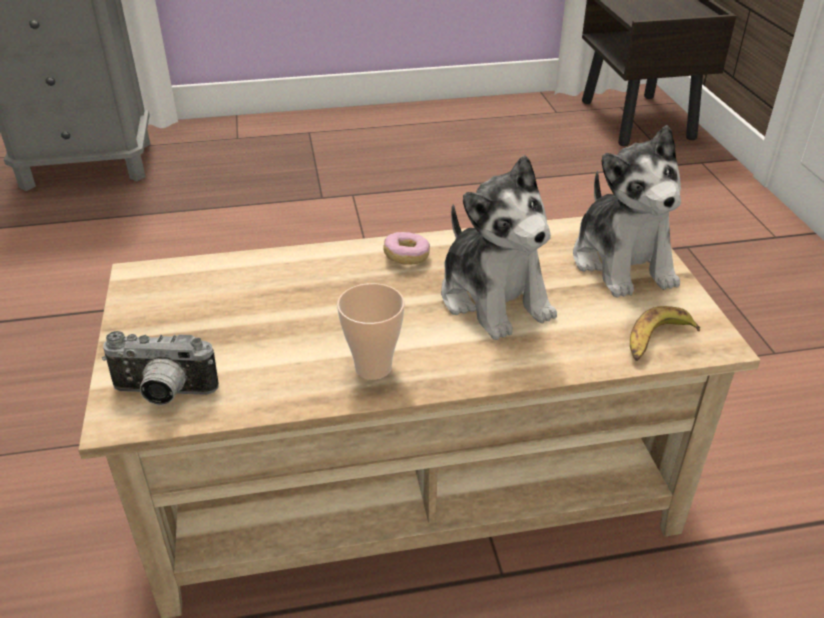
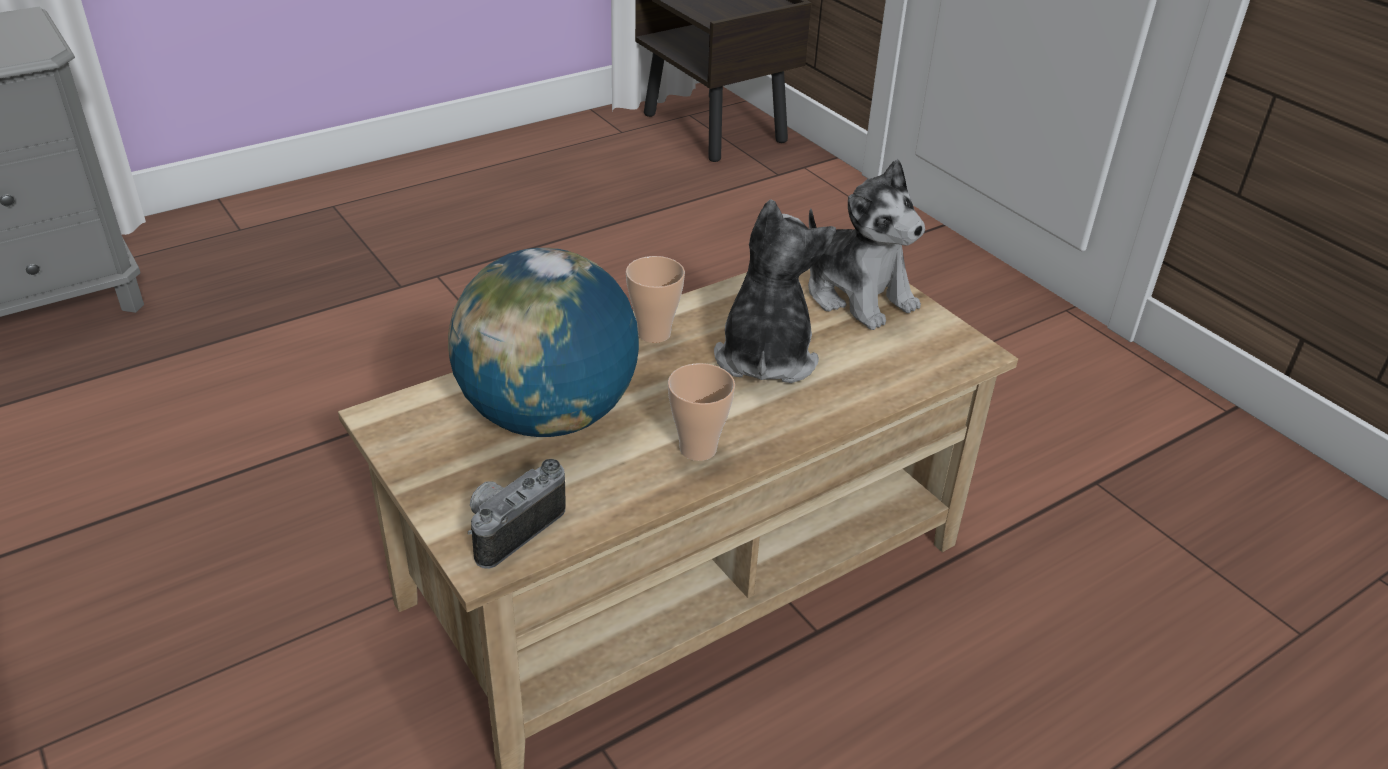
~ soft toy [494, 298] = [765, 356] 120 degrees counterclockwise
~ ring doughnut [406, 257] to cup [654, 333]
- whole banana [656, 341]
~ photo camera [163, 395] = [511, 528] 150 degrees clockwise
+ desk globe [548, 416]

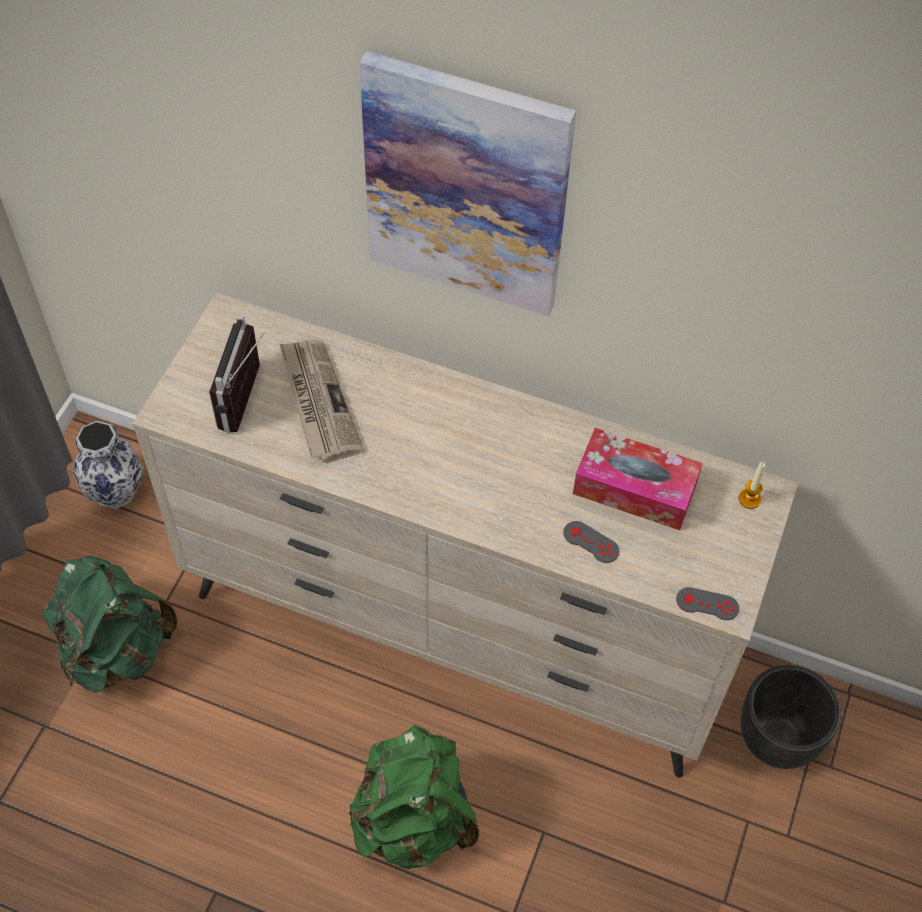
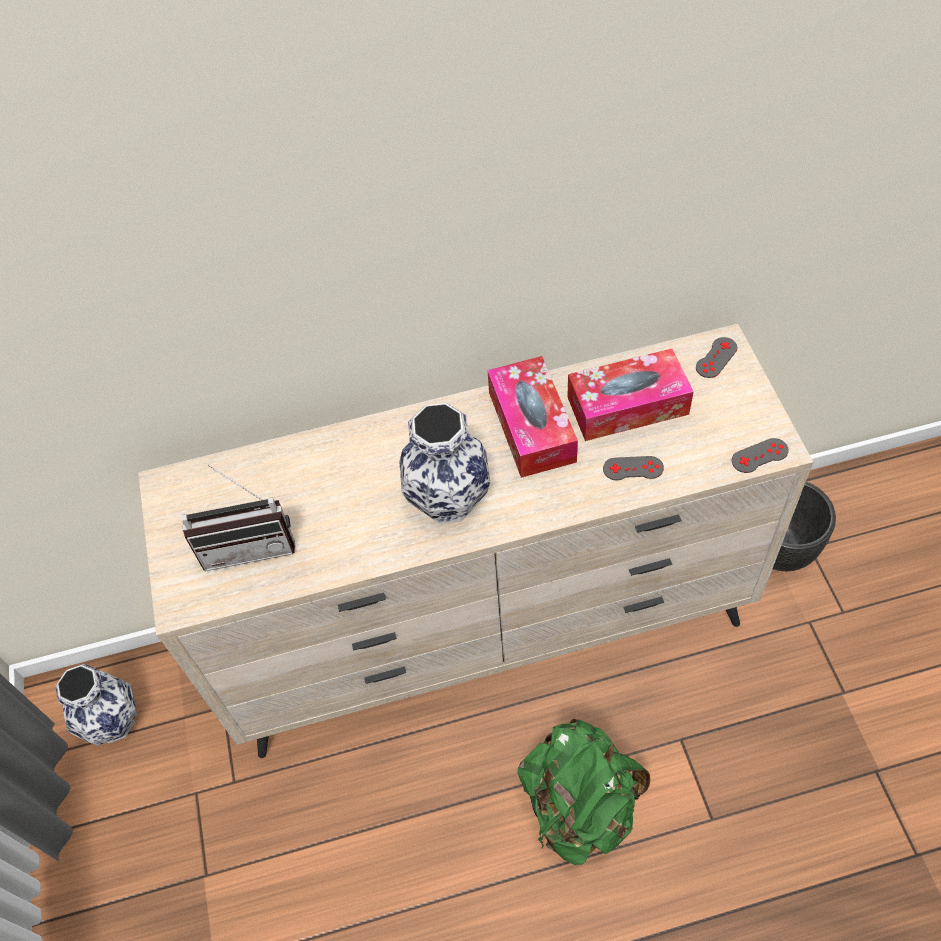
- wall art [466, 186]
~ radio set [249, 400] = [249, 544] 75 degrees counterclockwise
- newspaper [318, 402]
~ wax light [749, 499] to gray joypad [716, 357]
- greenish backpack [116, 649]
+ tissue box [531, 426]
+ vase [448, 498]

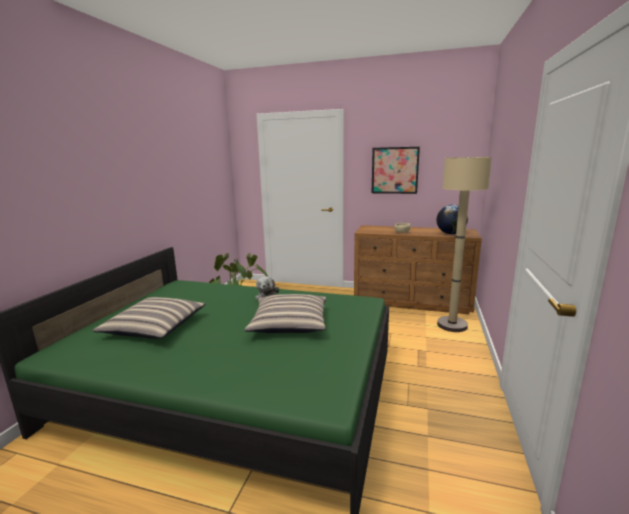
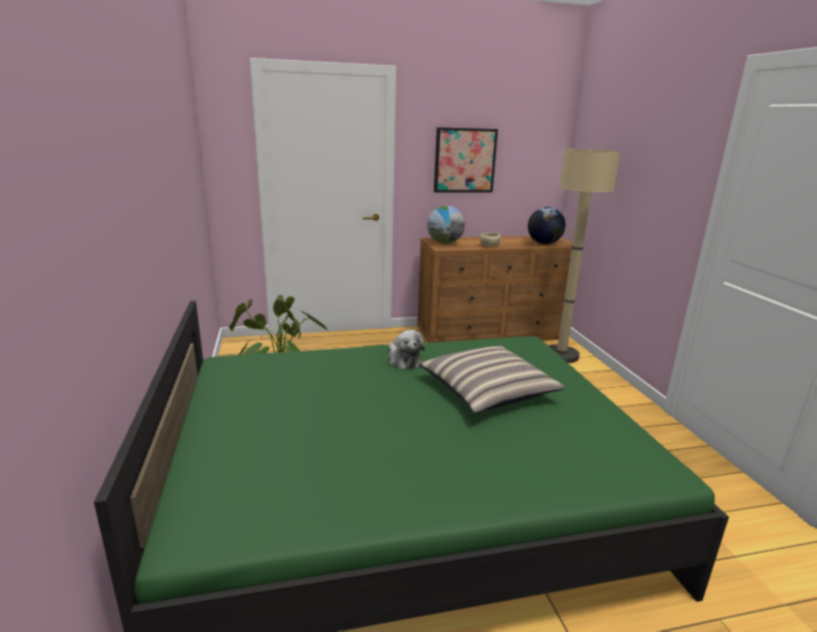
- cushion [155, 327]
+ desk globe [444, 243]

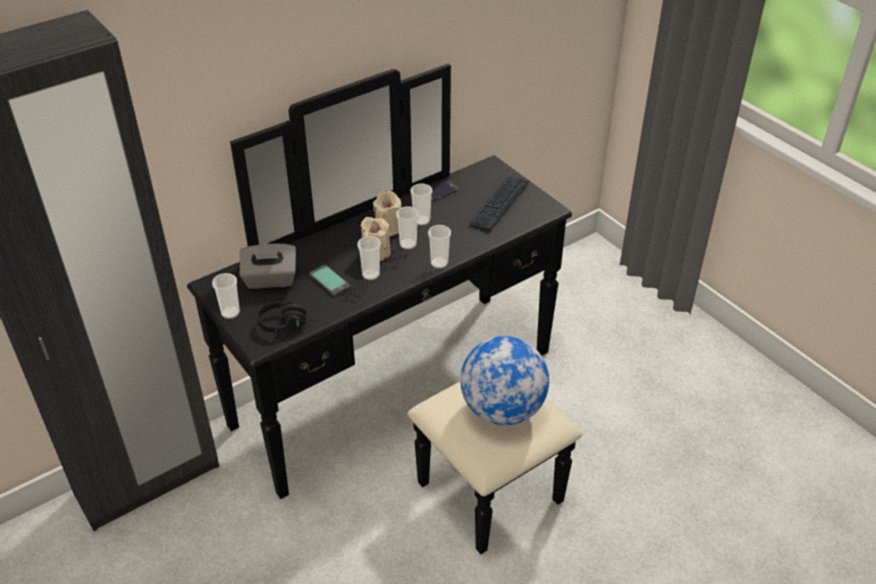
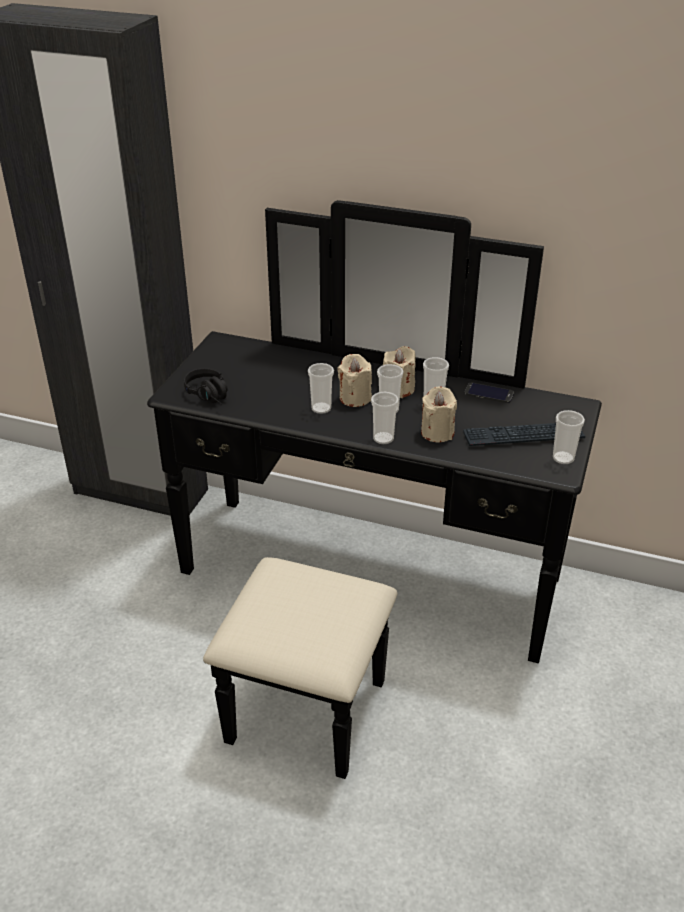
- gray tissue box [270, 280]
- phone [330, 281]
~ cup [230, 312] to [563, 458]
- desk globe [502, 410]
+ beige-coloured wax light [437, 433]

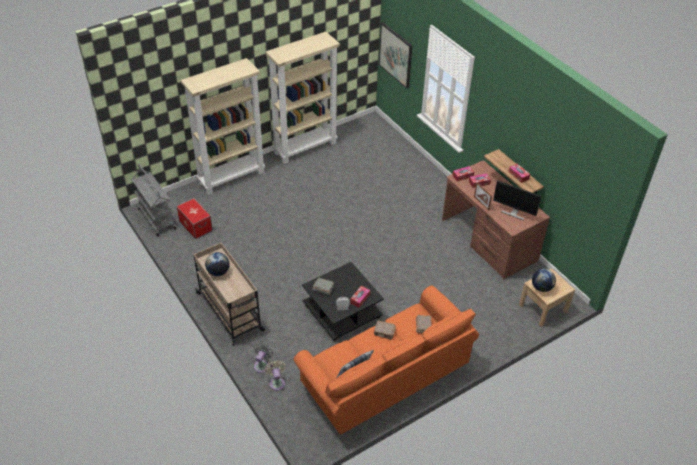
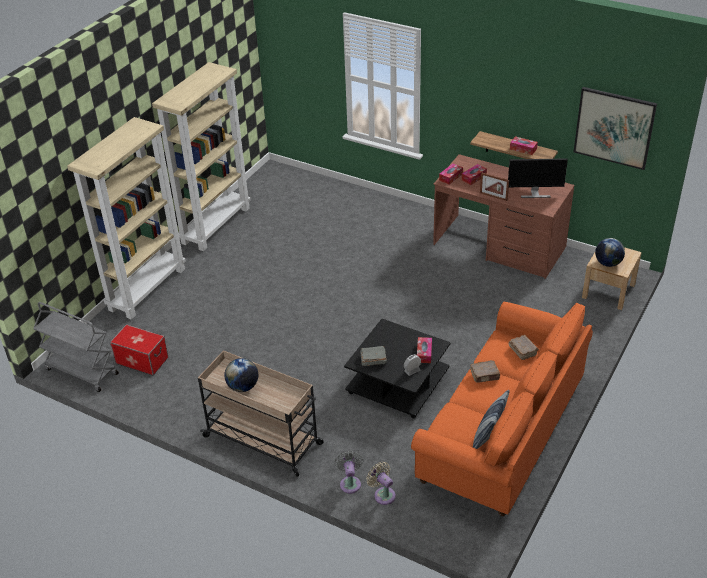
~ wall art [396, 55] to [614, 127]

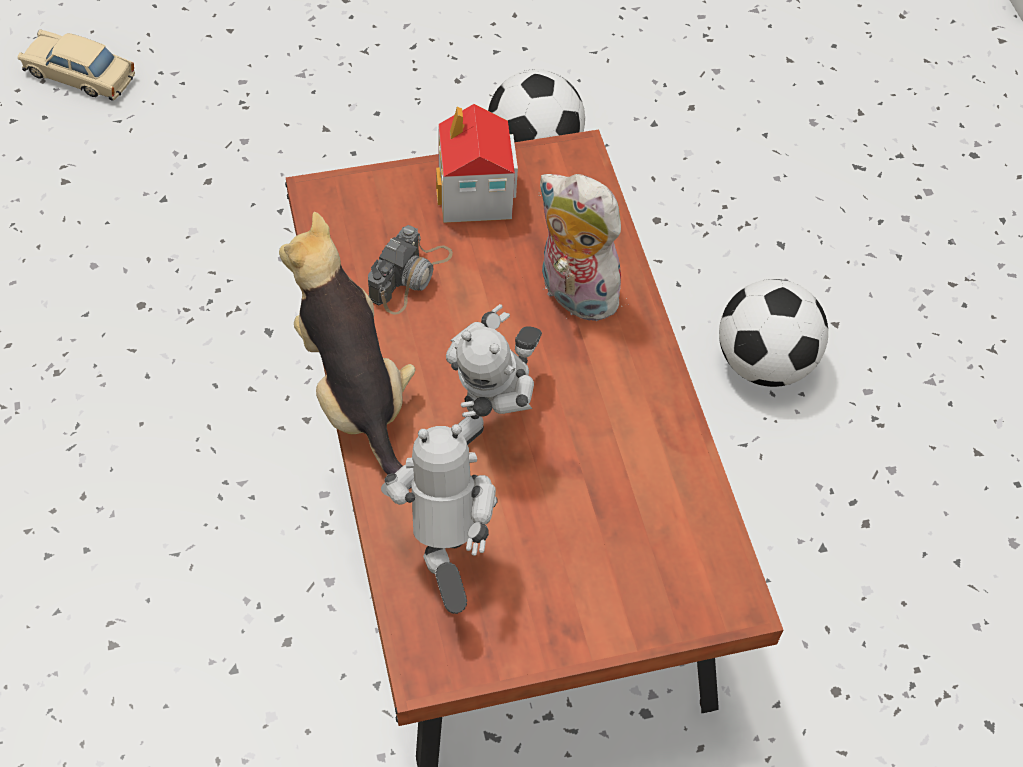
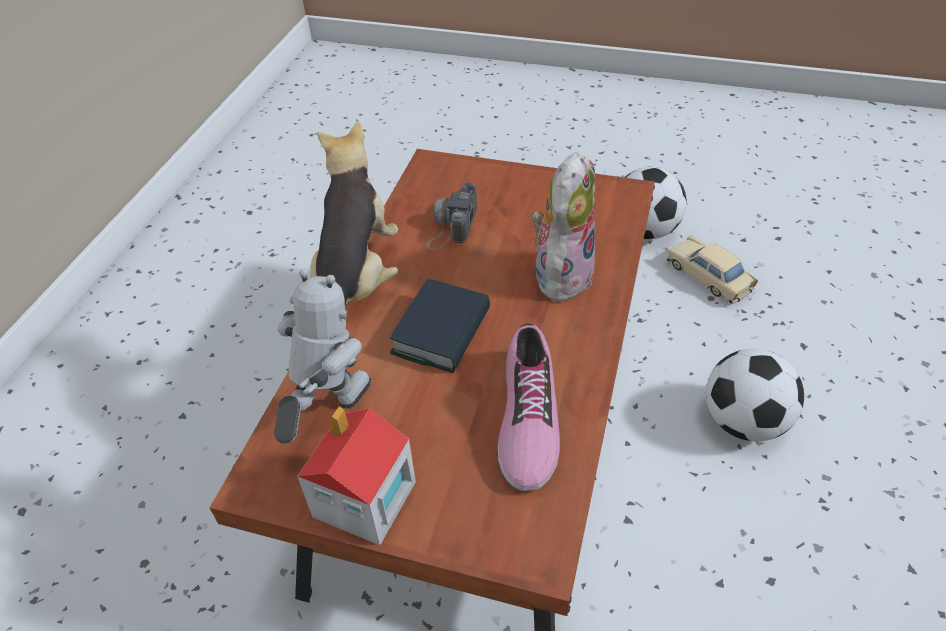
~ beige-coloured toy car [79, 75] to [708, 277]
~ toy house [475, 195] to [364, 500]
~ soft toy [572, 294] = [561, 274] 45 degrees clockwise
~ photo camera [410, 276] = [452, 225] 135 degrees clockwise
~ model robot [494, 418] to book [442, 332]
+ low shoe [526, 418]

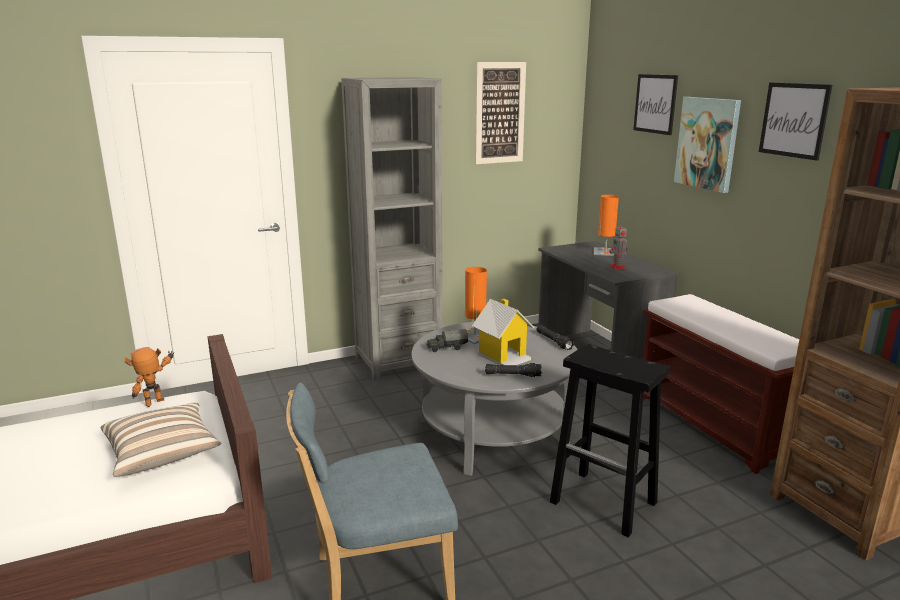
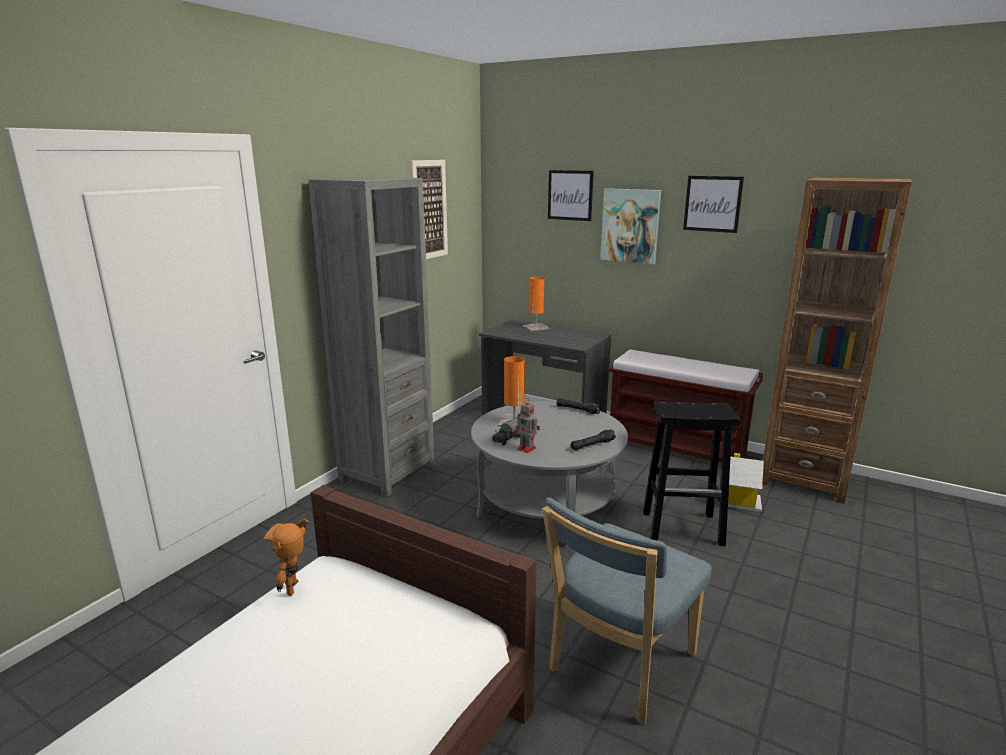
~ model robot [618, 267] to [527, 449]
~ toy house [503, 356] to [739, 501]
- cushion [162, 454]

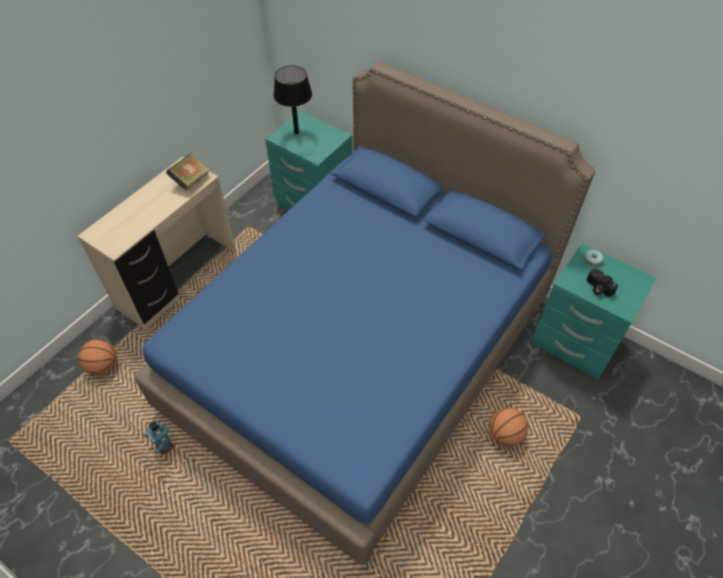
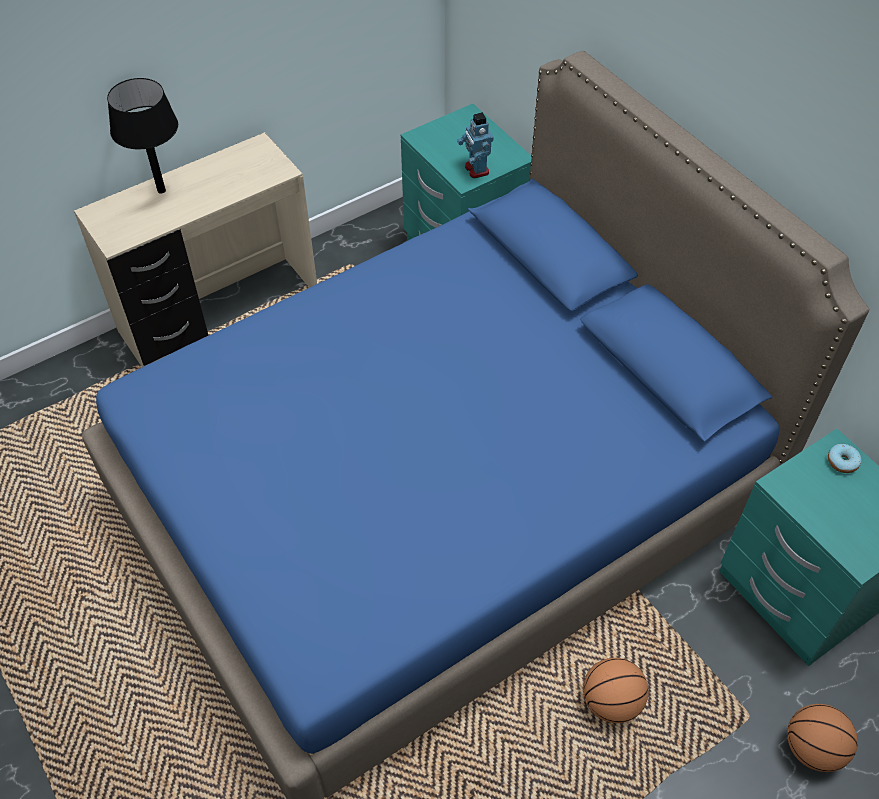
~ black-coloured table lamp [296, 132] to [161, 190]
- book [191, 180]
- photo camera [597, 288]
~ basketball [103, 366] to [812, 748]
~ model robot [164, 446] to [476, 170]

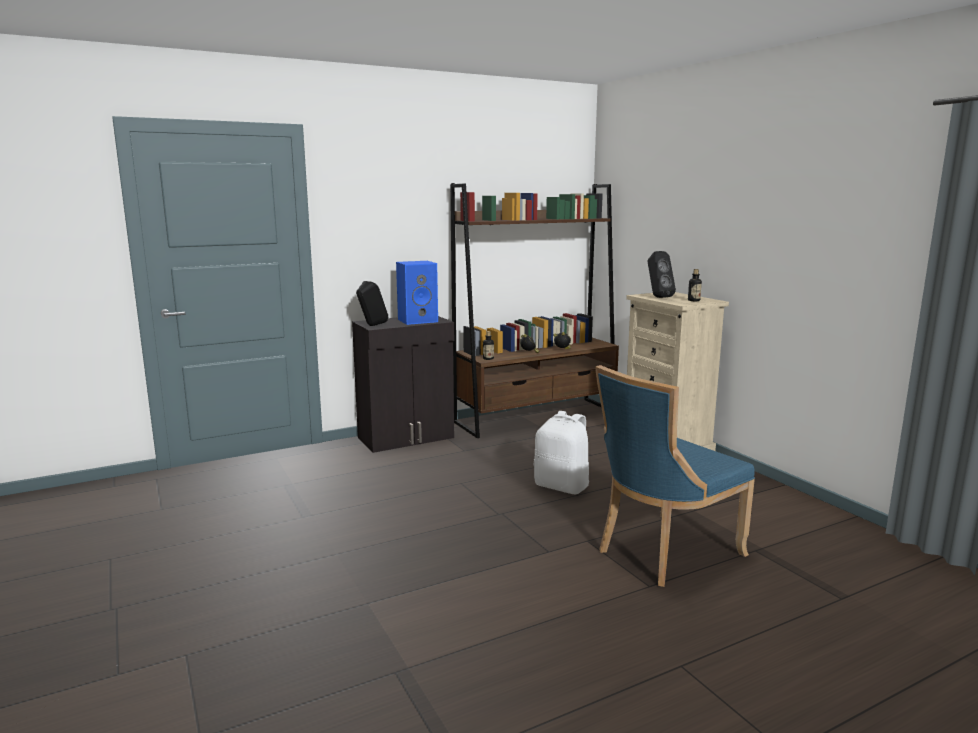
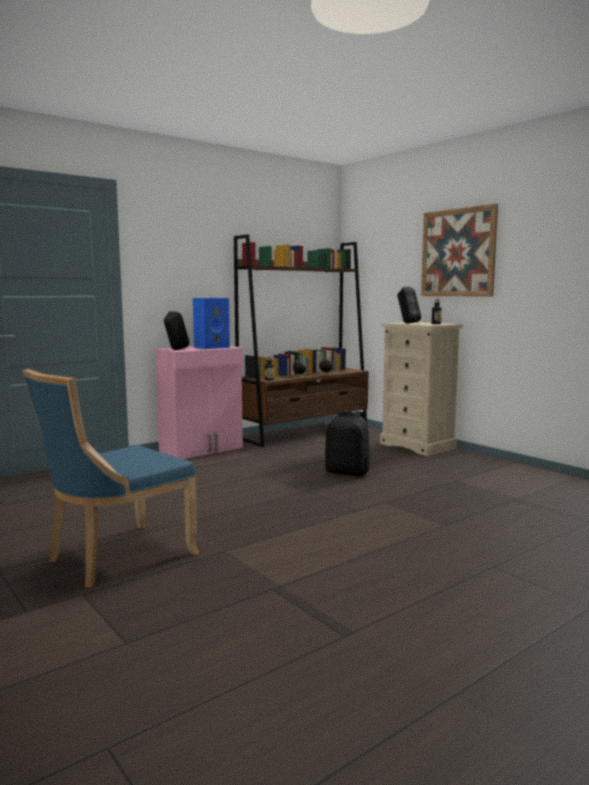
~ black-coloured storage cabinet [407, 438] to pinkish storage cabinet [202, 449]
~ bluish upright chair [663, 552] to [116, 557]
~ white backpack [562, 486] to black-coloured backpack [348, 472]
+ wall art [458, 253]

